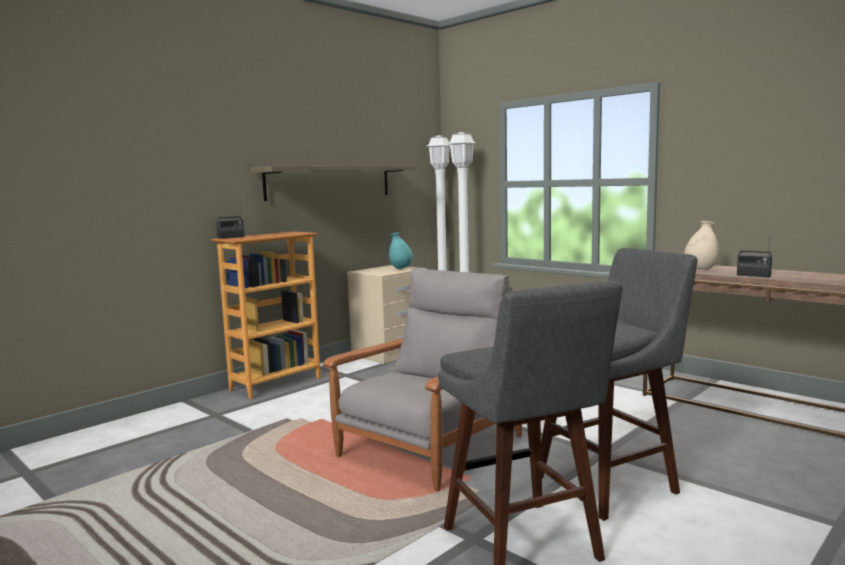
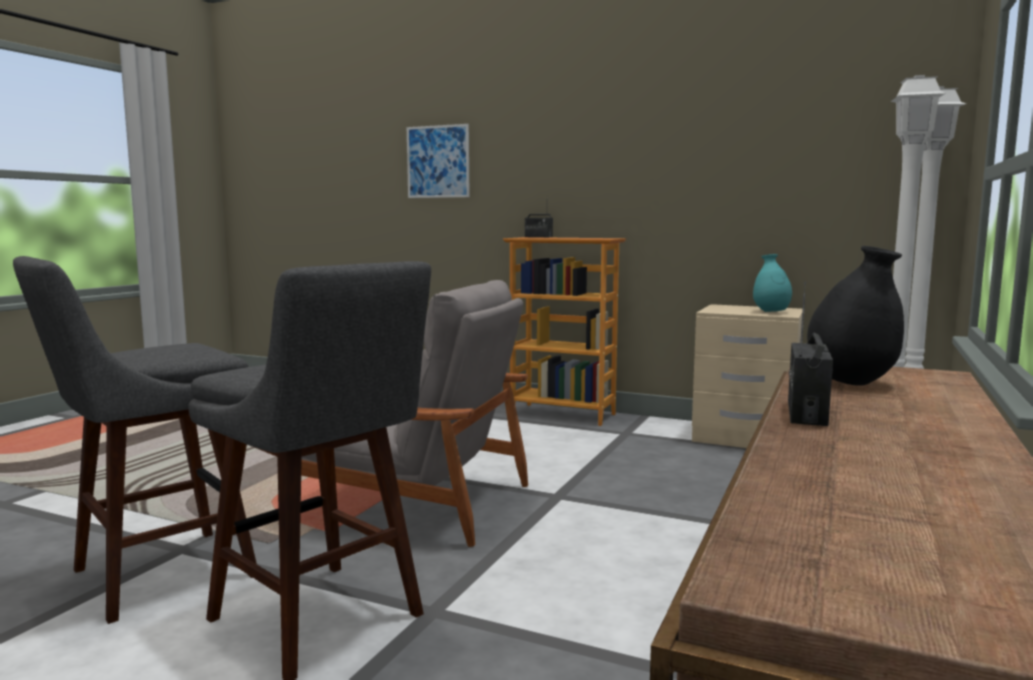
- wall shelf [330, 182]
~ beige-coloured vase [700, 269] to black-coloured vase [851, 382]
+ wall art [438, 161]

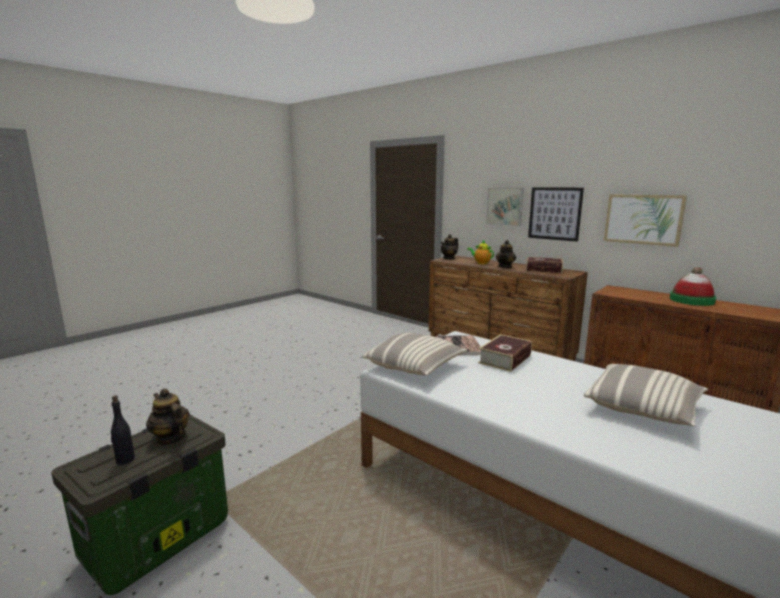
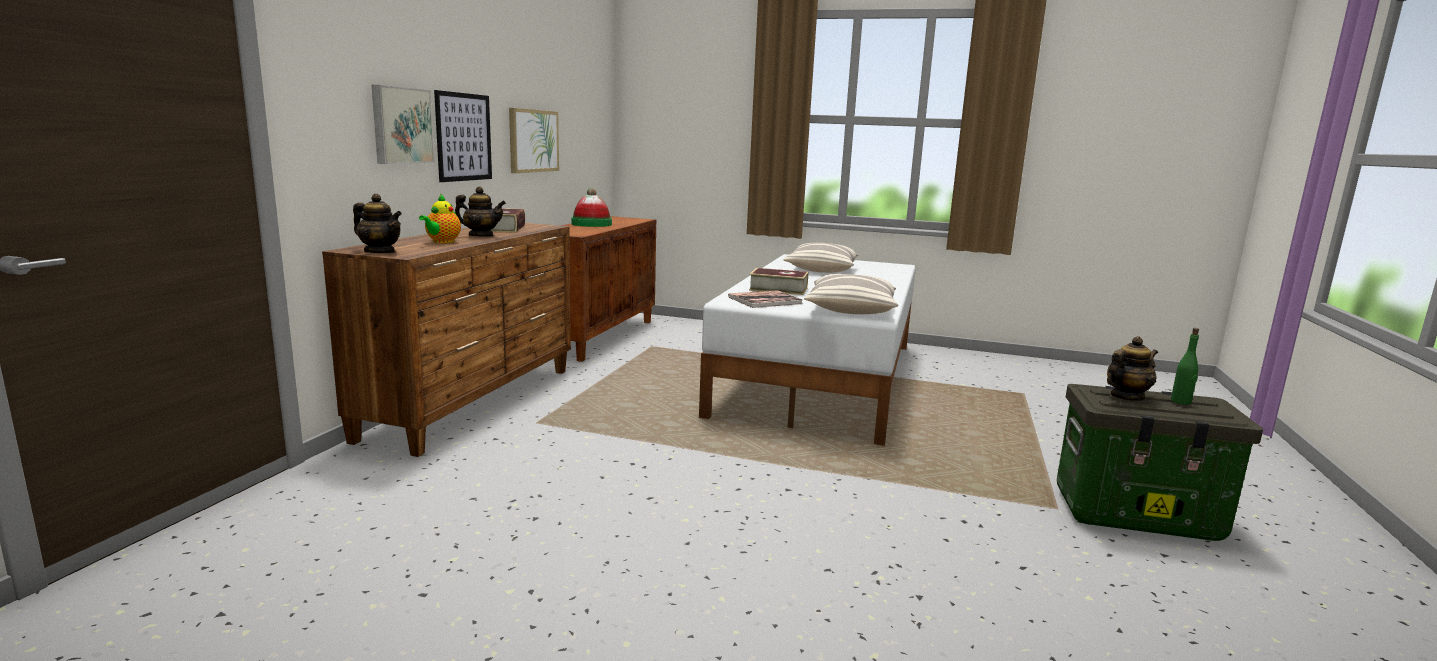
~ tea pot [170, 438] = [1126, 397] 135 degrees counterclockwise
~ black-coloured bottle [125, 460] to greenish bottle [1181, 402]

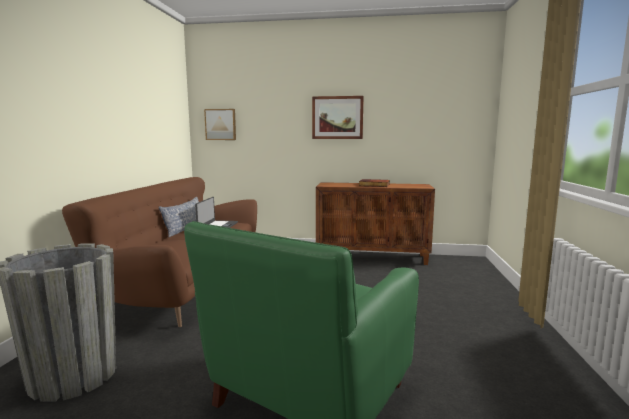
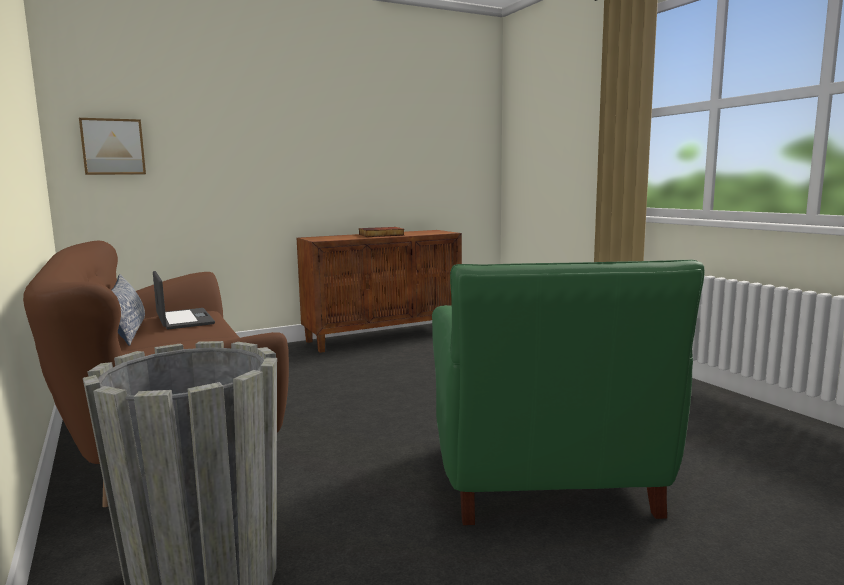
- wall art [337, 117]

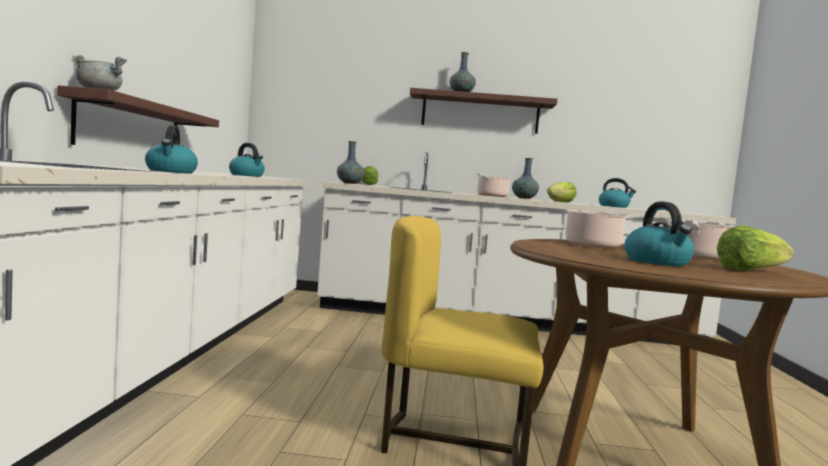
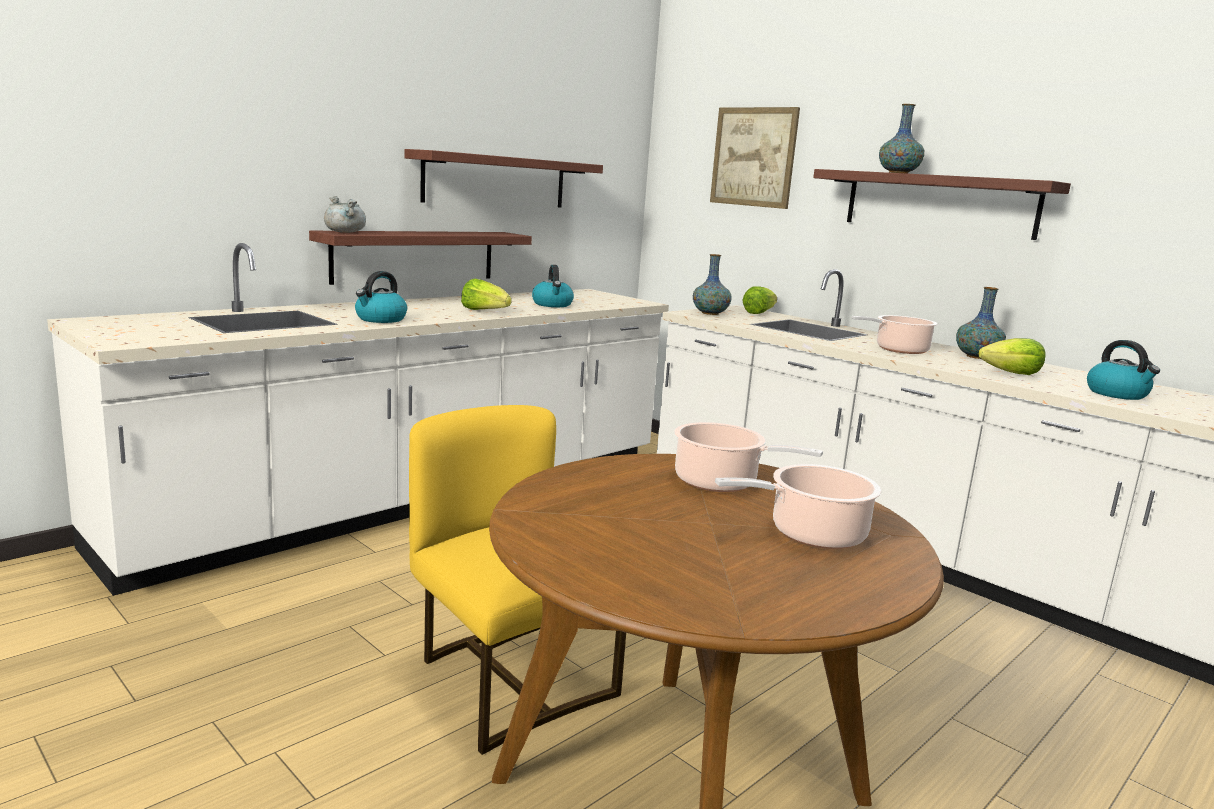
- tea kettle [658, 262]
~ lettuce head [749, 270] to [484, 311]
+ wall art [753, 157]
+ wall shelf [496, 181]

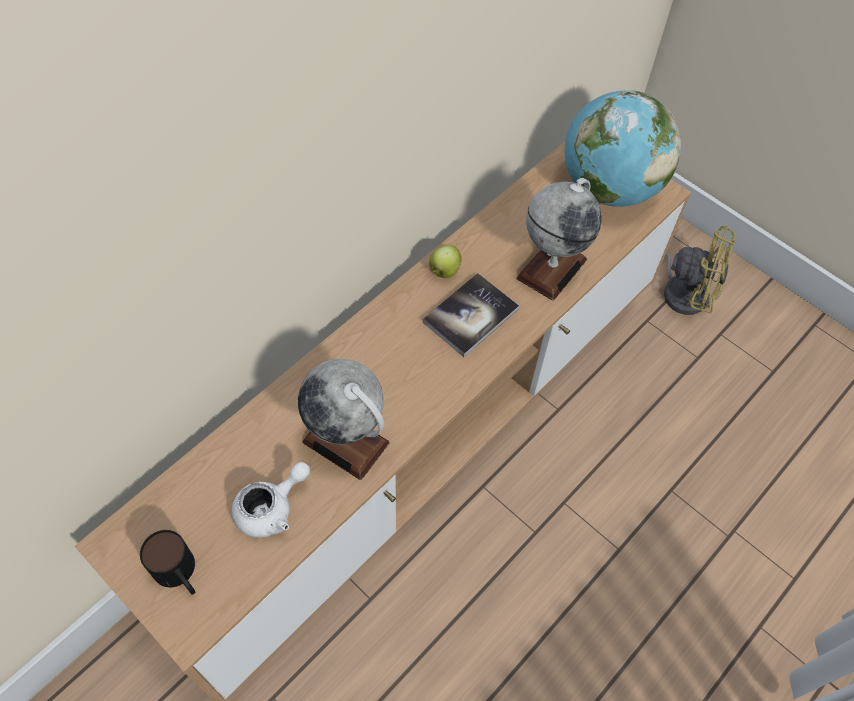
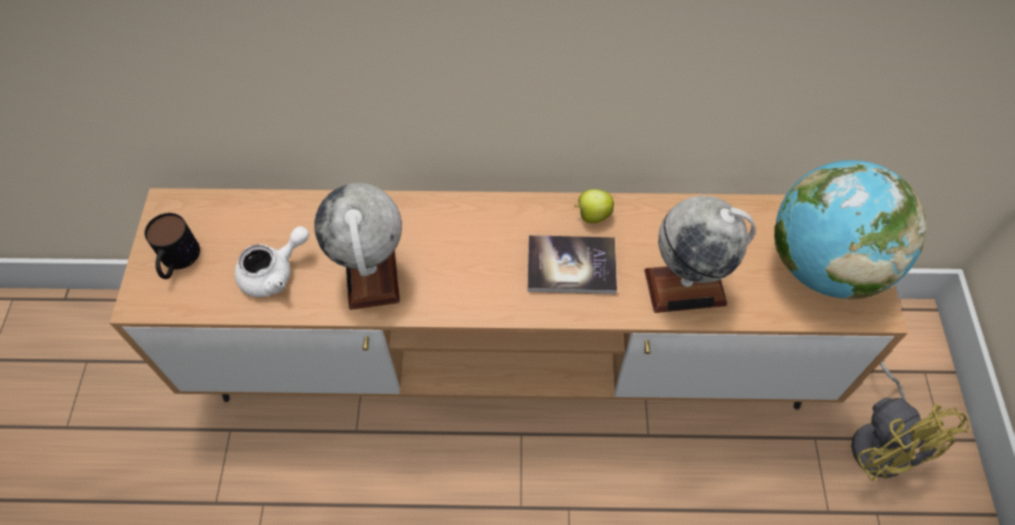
~ white tea pot [271, 508] = [274, 273] 45 degrees counterclockwise

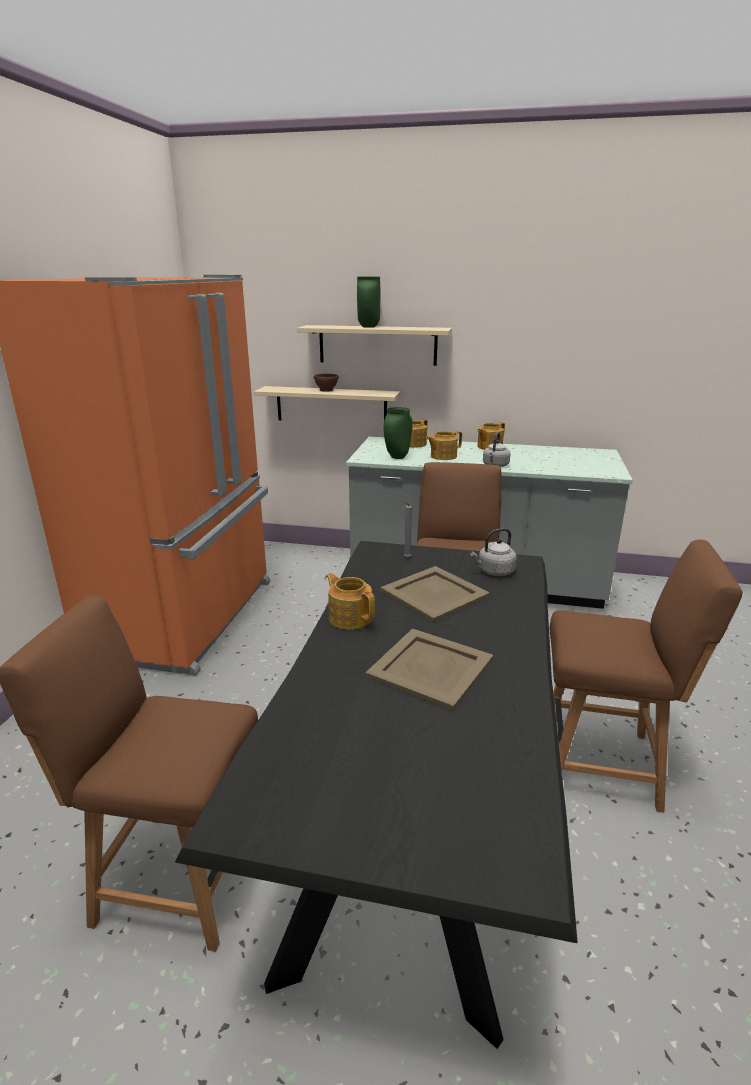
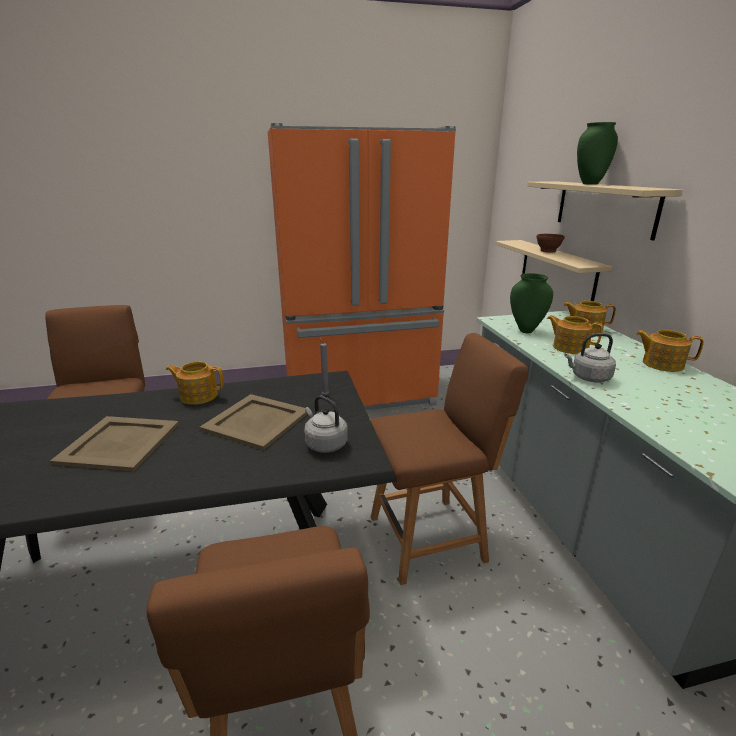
~ tea pot [350, 617] = [198, 395] 105 degrees counterclockwise

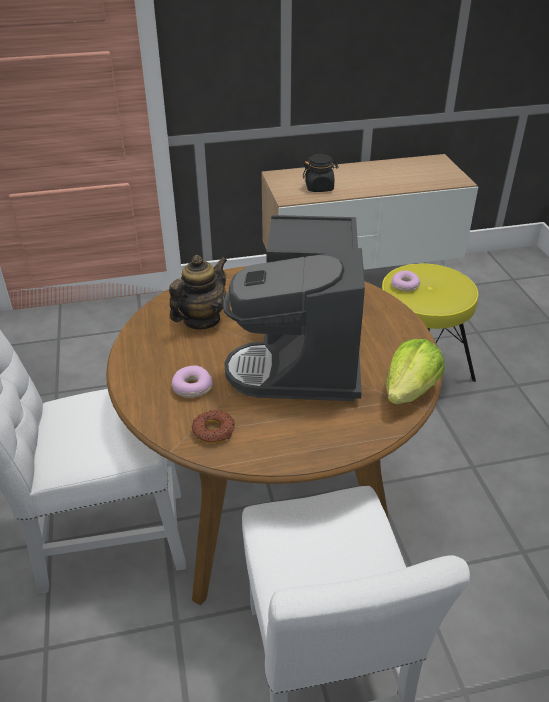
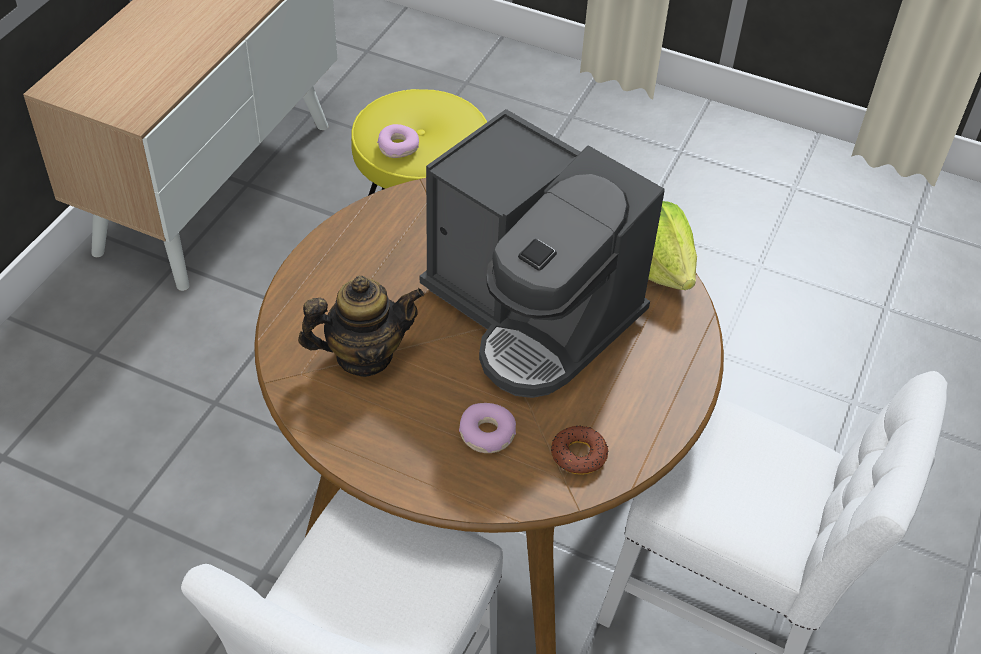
- black-coloured storage jar [319, 187]
~ tea pot [201, 320] = [364, 356] 90 degrees clockwise

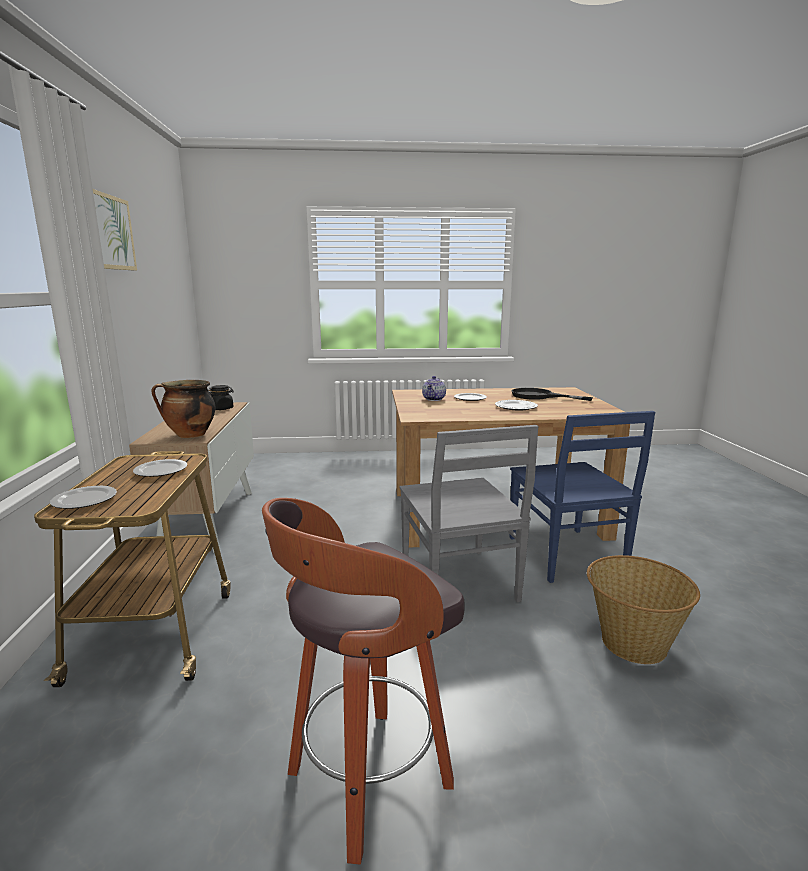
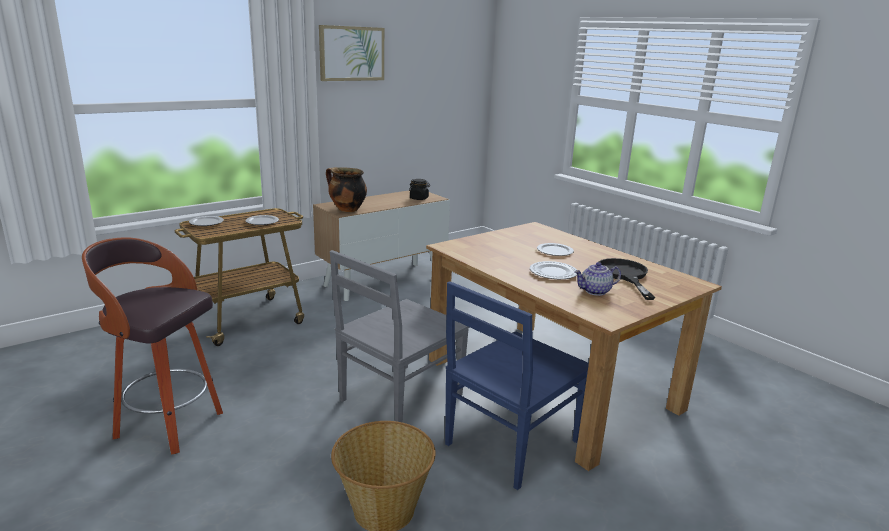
~ tea pot [434, 399] to [595, 291]

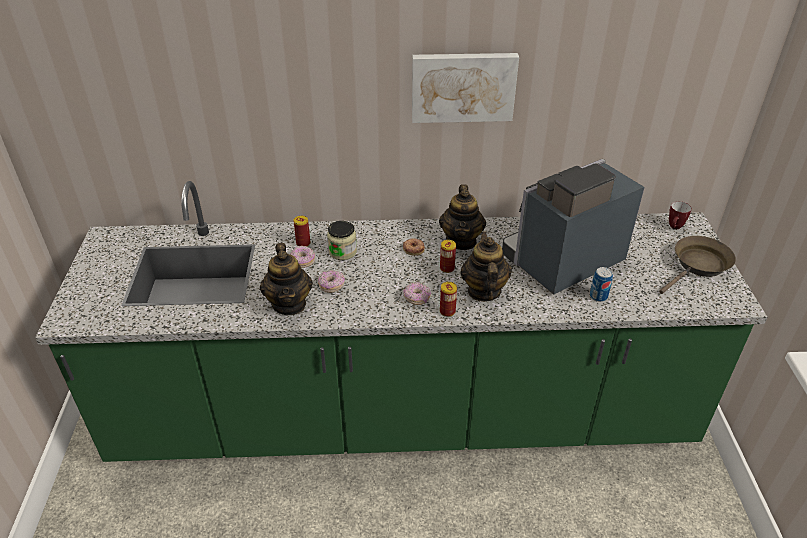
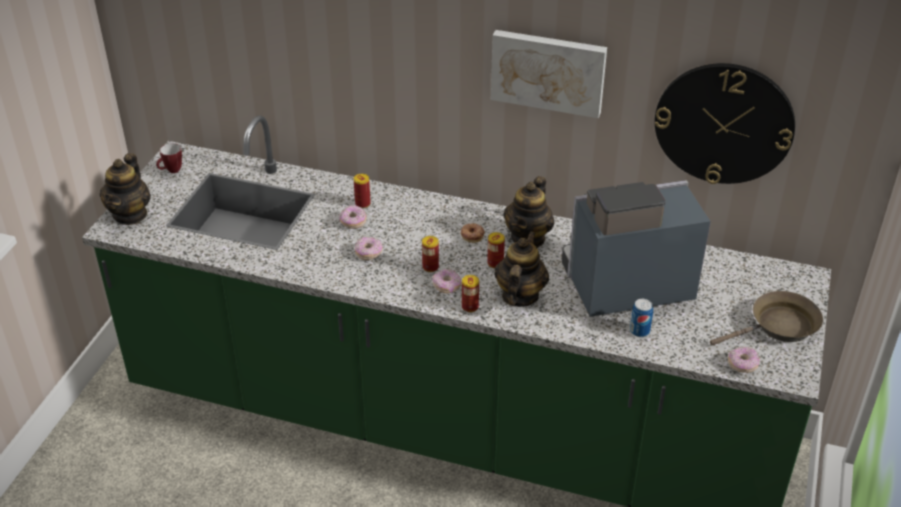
~ mug [674, 228] to [171, 171]
- storage jar [342, 251]
~ tea pot [289, 304] to [130, 214]
+ hanging clock [724, 123]
+ metal can [430, 267]
+ ring doughnut [742, 365]

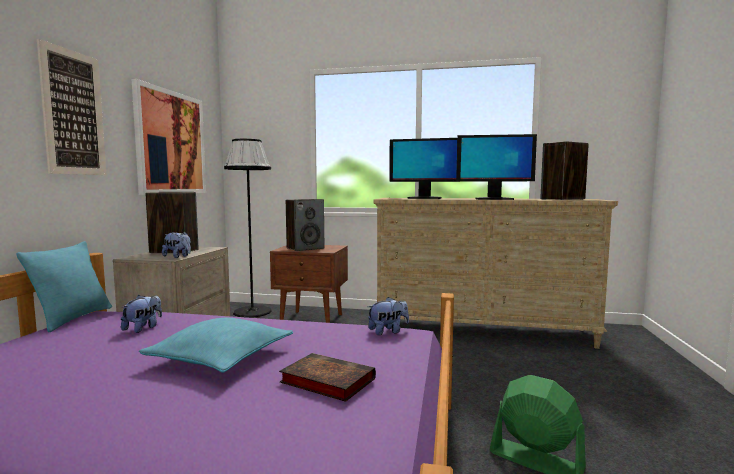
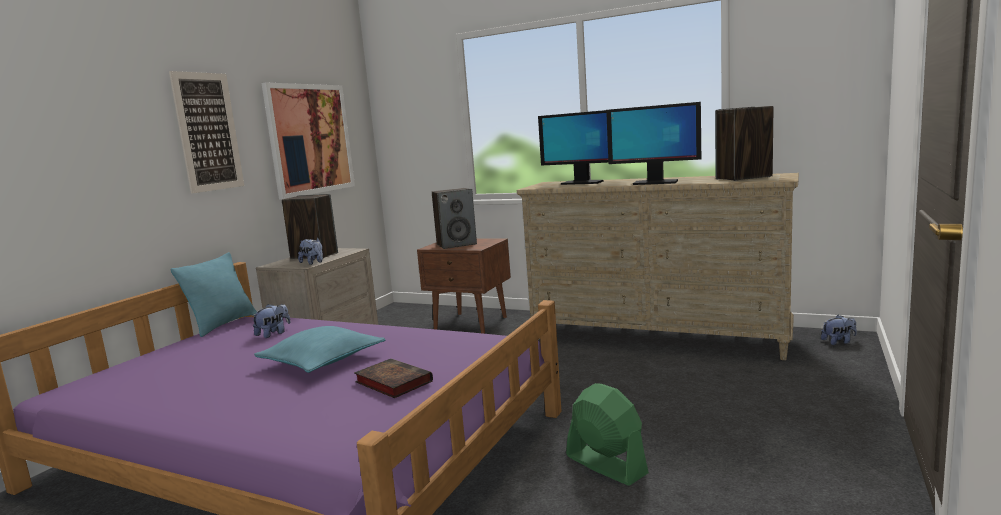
- black-coloured standing lamp [252, 312]
~ soft toy [388, 331] to [838, 342]

